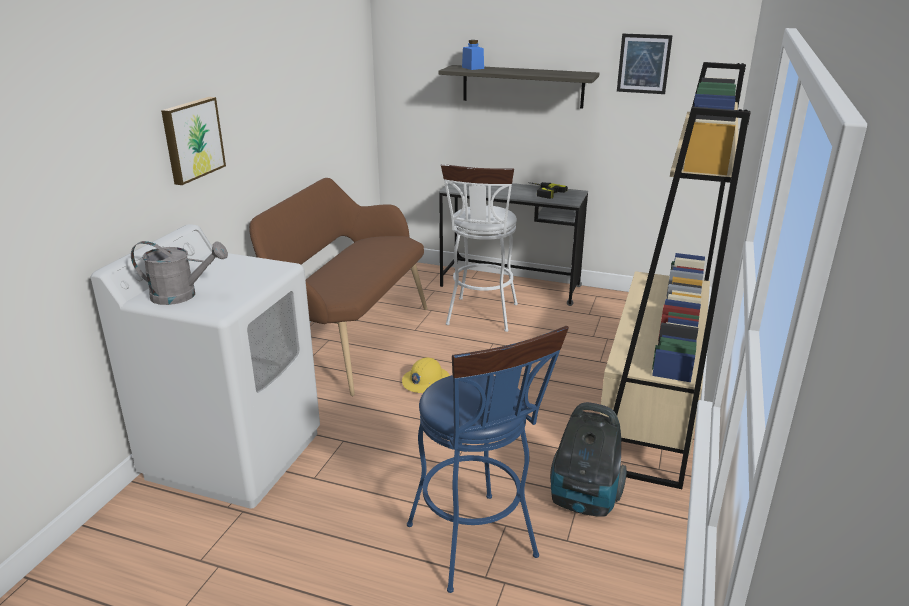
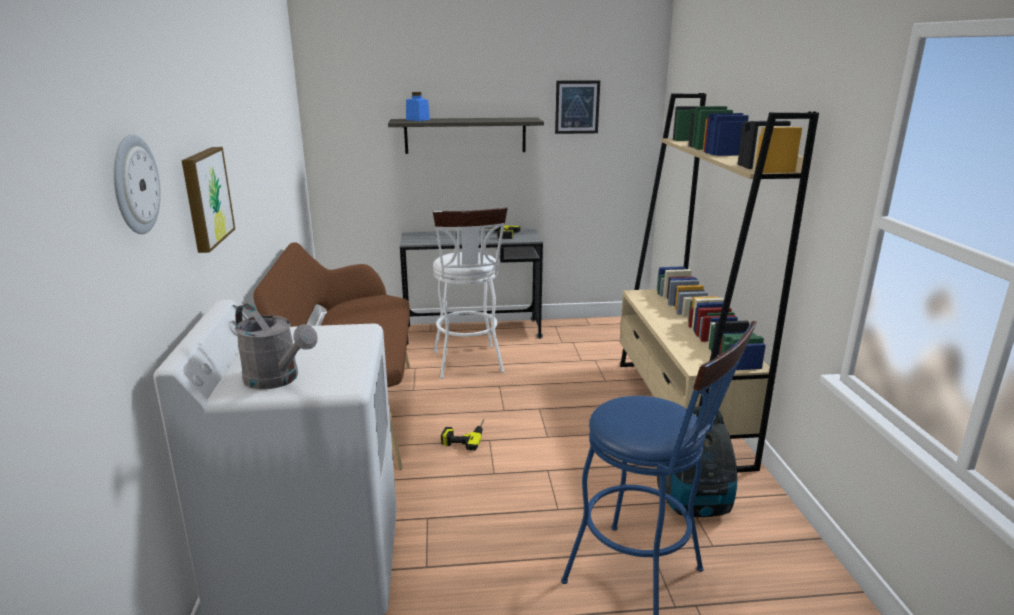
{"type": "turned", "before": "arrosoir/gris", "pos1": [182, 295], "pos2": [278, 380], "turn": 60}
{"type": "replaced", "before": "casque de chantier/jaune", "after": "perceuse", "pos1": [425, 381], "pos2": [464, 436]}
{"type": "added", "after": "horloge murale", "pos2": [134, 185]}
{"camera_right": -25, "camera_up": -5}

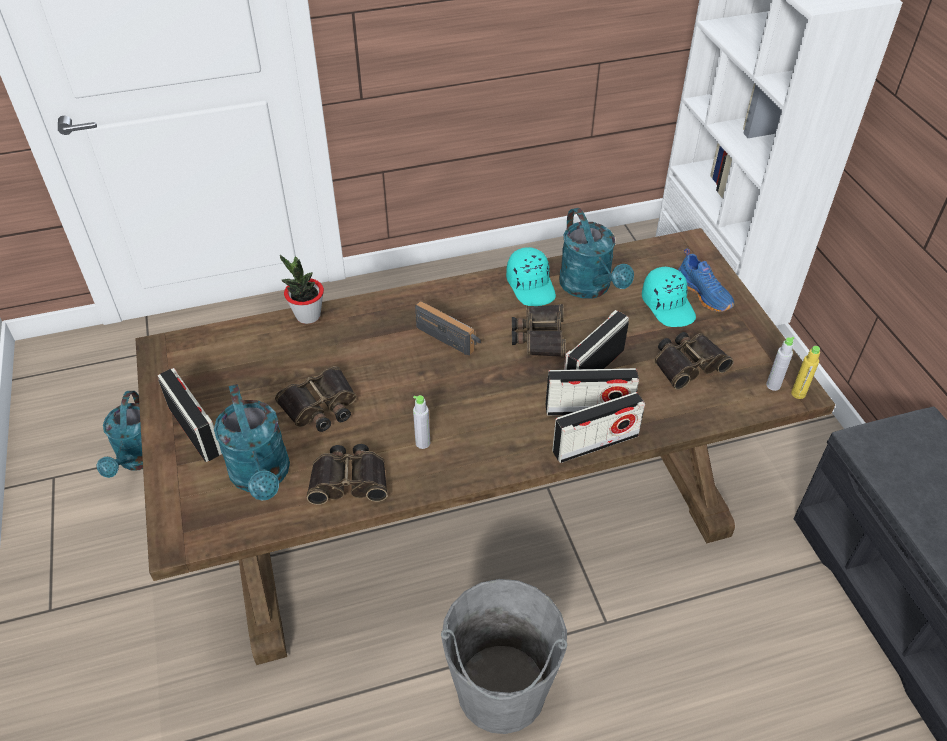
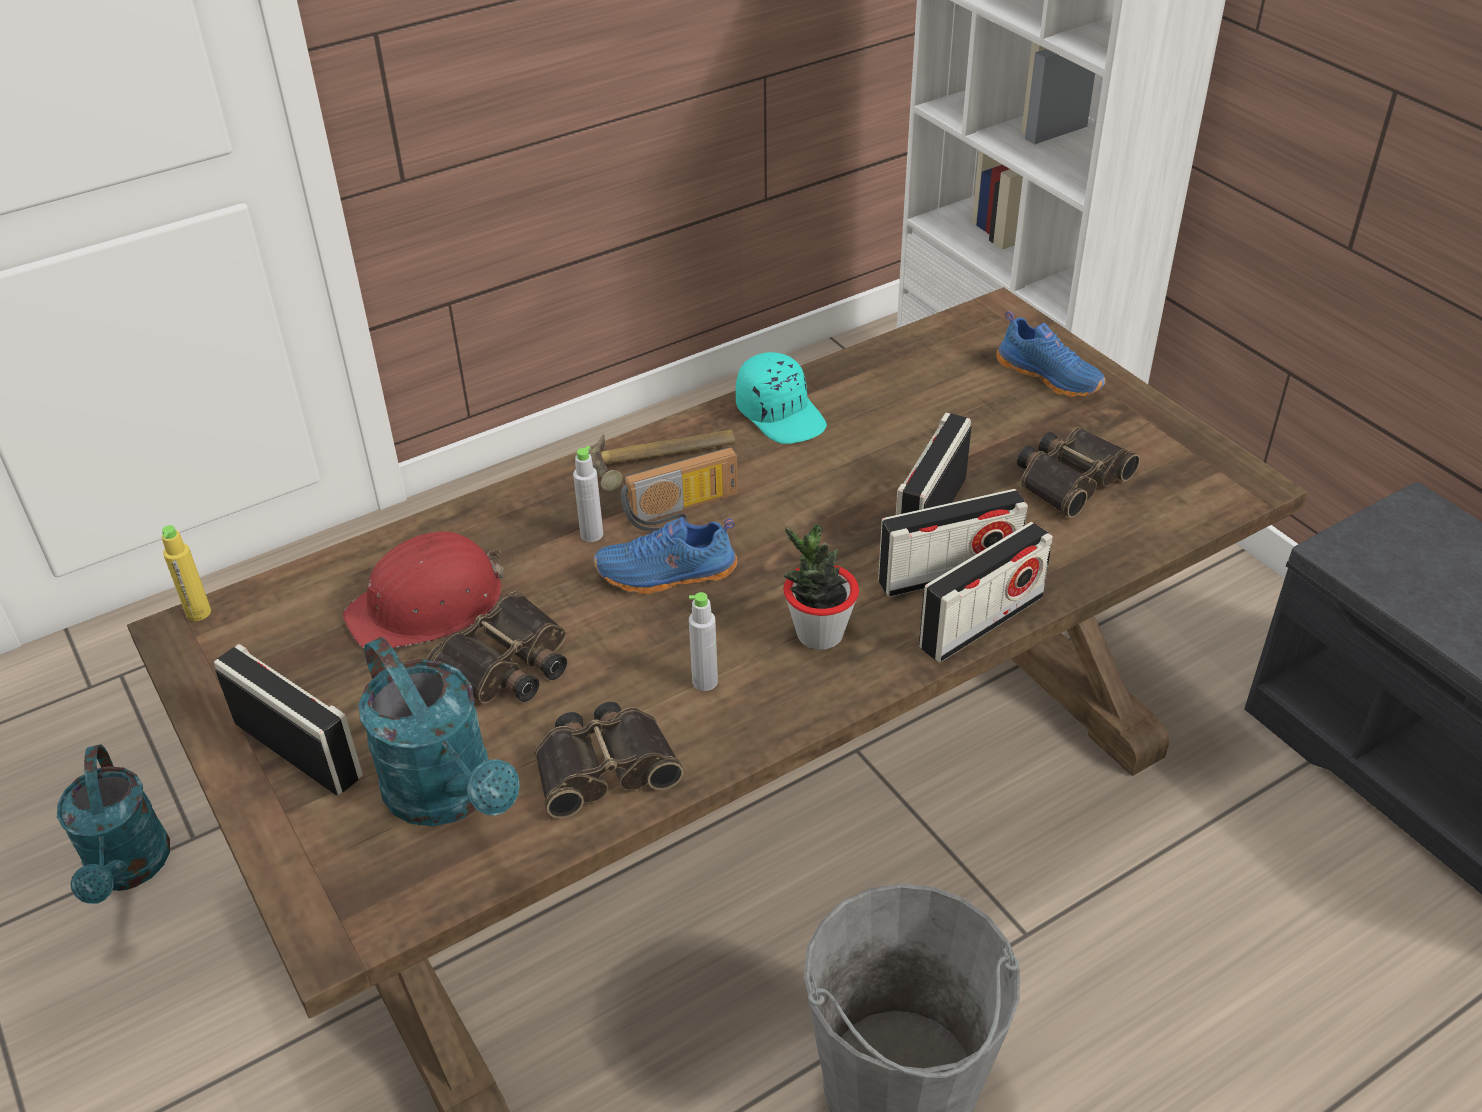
{"type": "removed", "before": "arrosoir/turquoise", "pos1": [589, 288]}
{"type": "moved", "before": "plante en pot", "pos1": [308, 316], "pos2": [819, 634]}
{"type": "removed", "before": "casquette/turquoise", "pos1": [668, 306]}
{"type": "turned", "before": "radio", "pos1": [451, 336], "pos2": [683, 513], "turn": 135}
{"type": "removed", "before": "jumelles", "pos1": [539, 336]}
{"type": "moved", "before": "bouteille/gris", "pos1": [773, 385], "pos2": [591, 534]}
{"type": "moved", "before": "bouteille/jaune", "pos1": [798, 393], "pos2": [198, 613]}
{"type": "added", "after": "marteau", "pos2": [662, 461]}
{"type": "added", "after": "chaussure/bleu", "pos2": [666, 575]}
{"type": "added", "after": "casque de chantier/rouge", "pos2": [428, 605]}
{"camera_right": -15, "camera_up": -5}

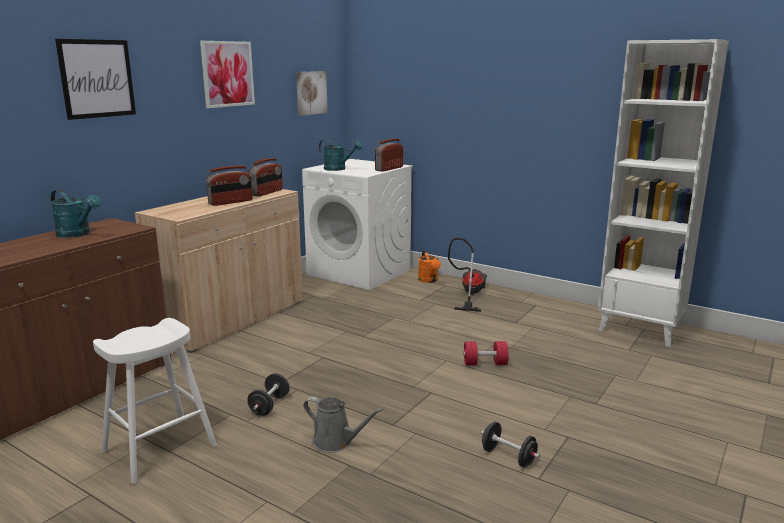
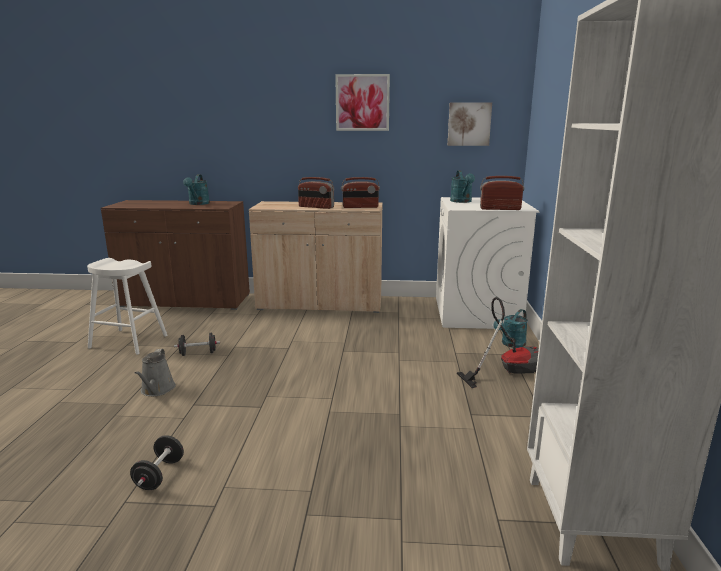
{"type": "removed", "before": "tableau", "pos1": [97, 78]}
{"type": "recoloured", "before": "arrosoir/orange", "after": "arrosoir/turquoise", "pos1": [429, 280], "pos2": [511, 344]}
{"type": "removed", "before": "haltère/rouge", "pos1": [485, 364]}
{"camera_right": 60, "camera_up": 0}

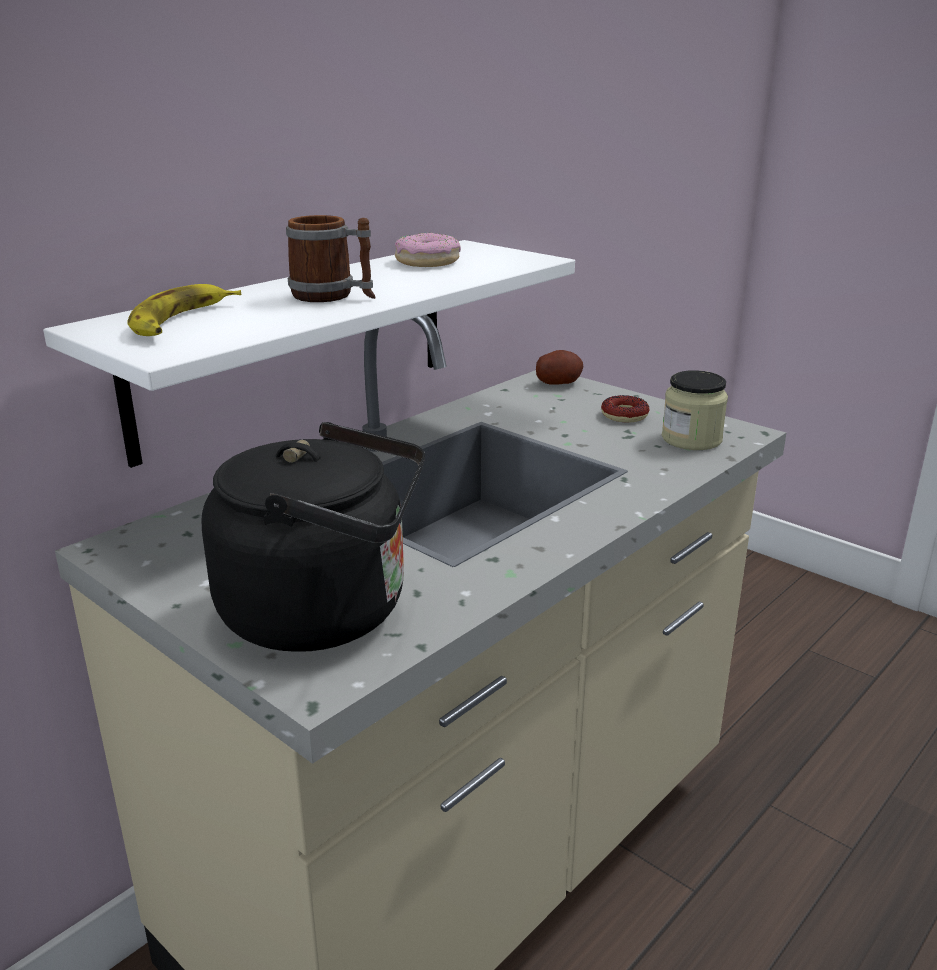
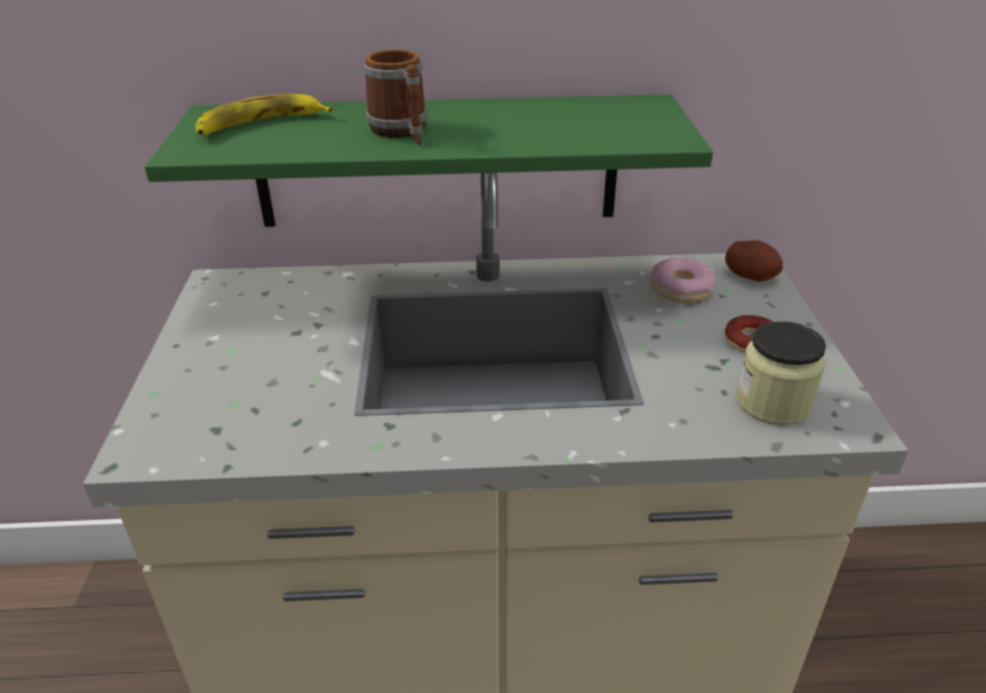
{"type": "moved", "before": "beignet", "pos1": [427, 261], "pos2": [680, 289]}
{"type": "recoloured", "before": "étagère/blanc", "after": "étagère/vert", "pos1": [297, 344], "pos2": [437, 162]}
{"type": "removed", "before": "bouilloire/noir", "pos1": [326, 612]}
{"camera_right": 45, "camera_up": 10}

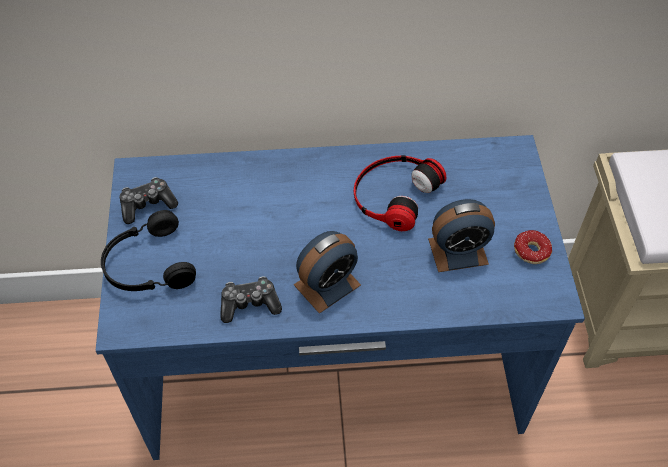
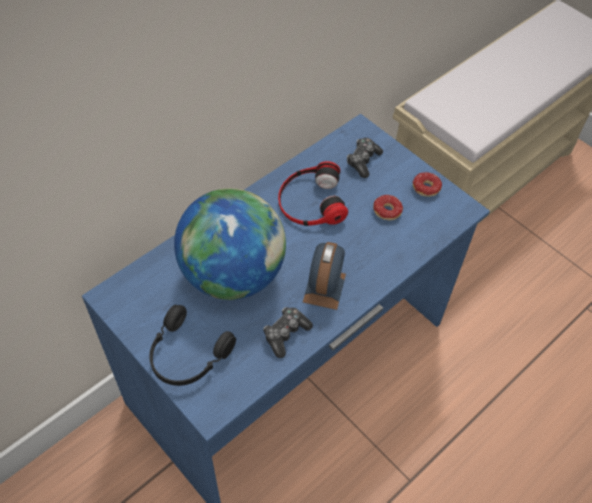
{"type": "moved", "before": "manette", "pos1": [147, 205], "pos2": [363, 161]}
{"type": "replaced", "before": "réveil", "after": "beignet", "pos1": [458, 251], "pos2": [384, 214]}
{"type": "added", "after": "globe", "pos2": [233, 275]}
{"camera_right": -40, "camera_up": 0}

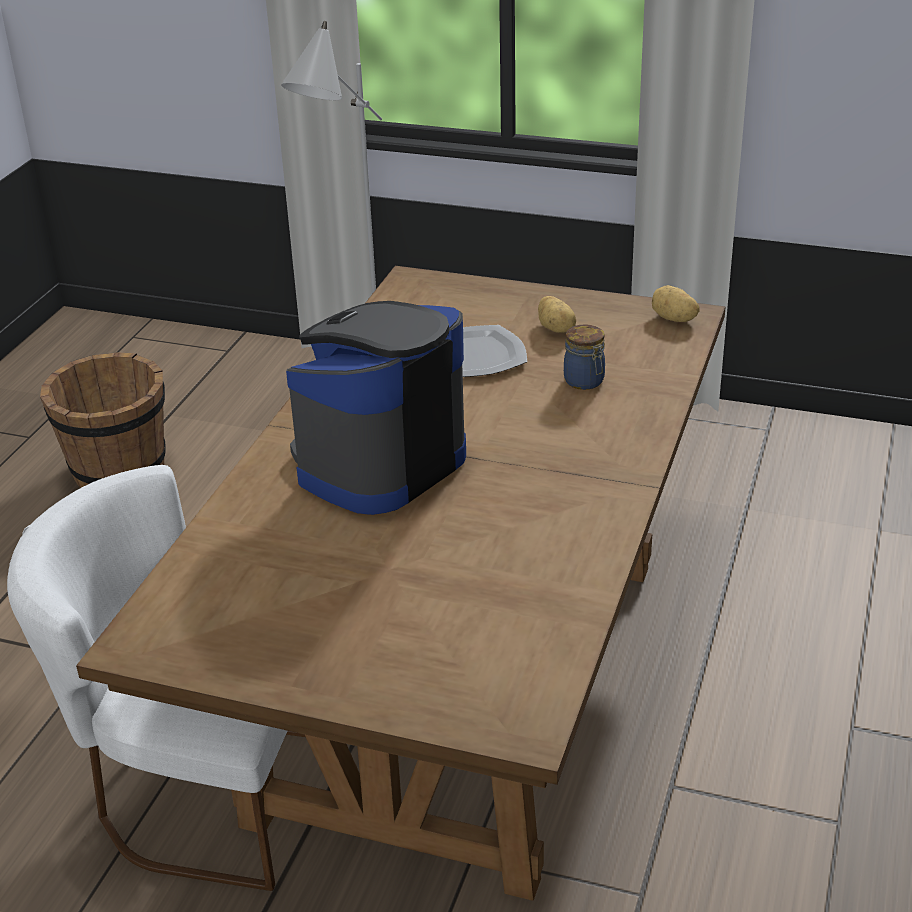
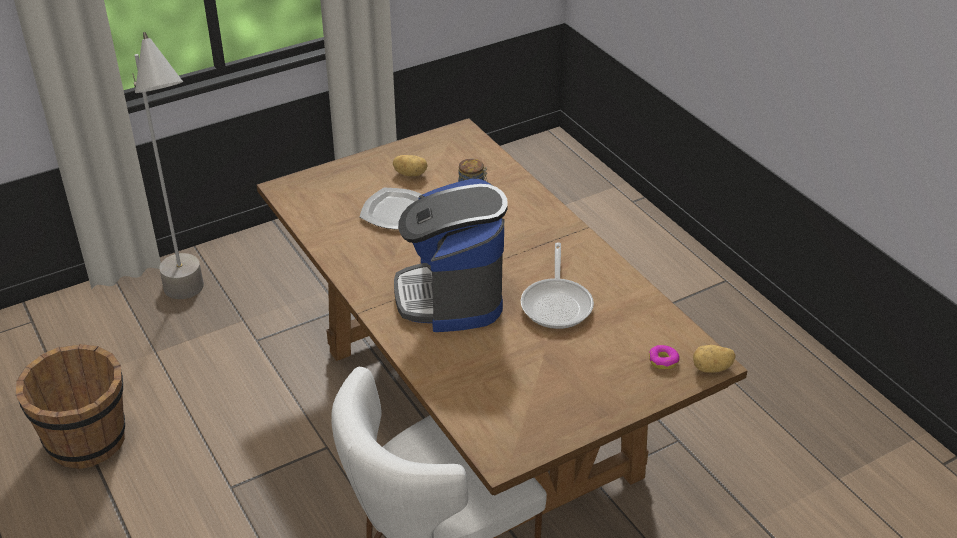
{"type": "moved", "before": "pomme de terre", "pos1": [673, 319], "pos2": [712, 368]}
{"type": "added", "after": "poêle", "pos2": [557, 303]}
{"type": "added", "after": "beignet", "pos2": [663, 361]}
{"camera_right": -50, "camera_up": 5}

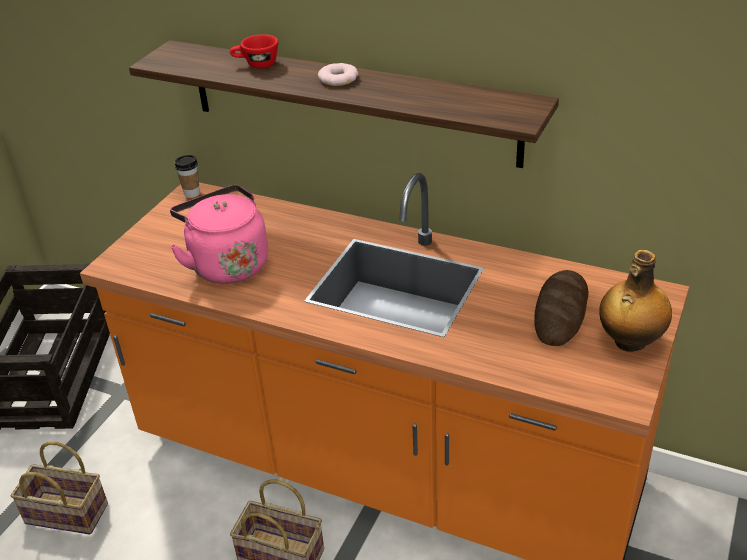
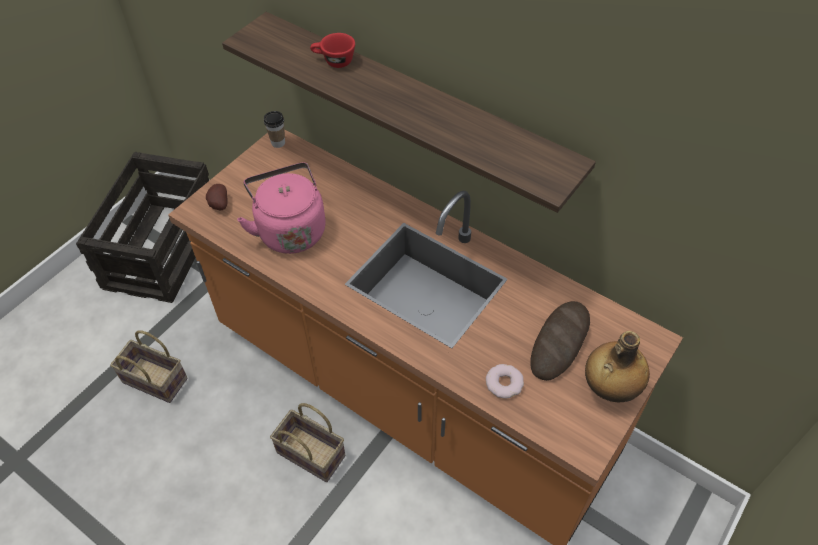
{"type": "moved", "before": "beignet", "pos1": [338, 79], "pos2": [504, 383]}
{"type": "added", "after": "pomme de terre", "pos2": [218, 205]}
{"camera_right": 10, "camera_up": 15}

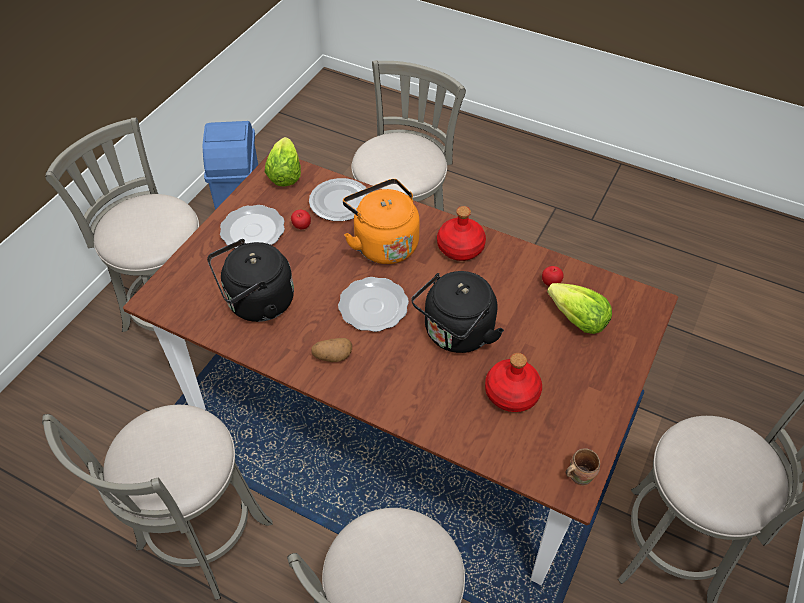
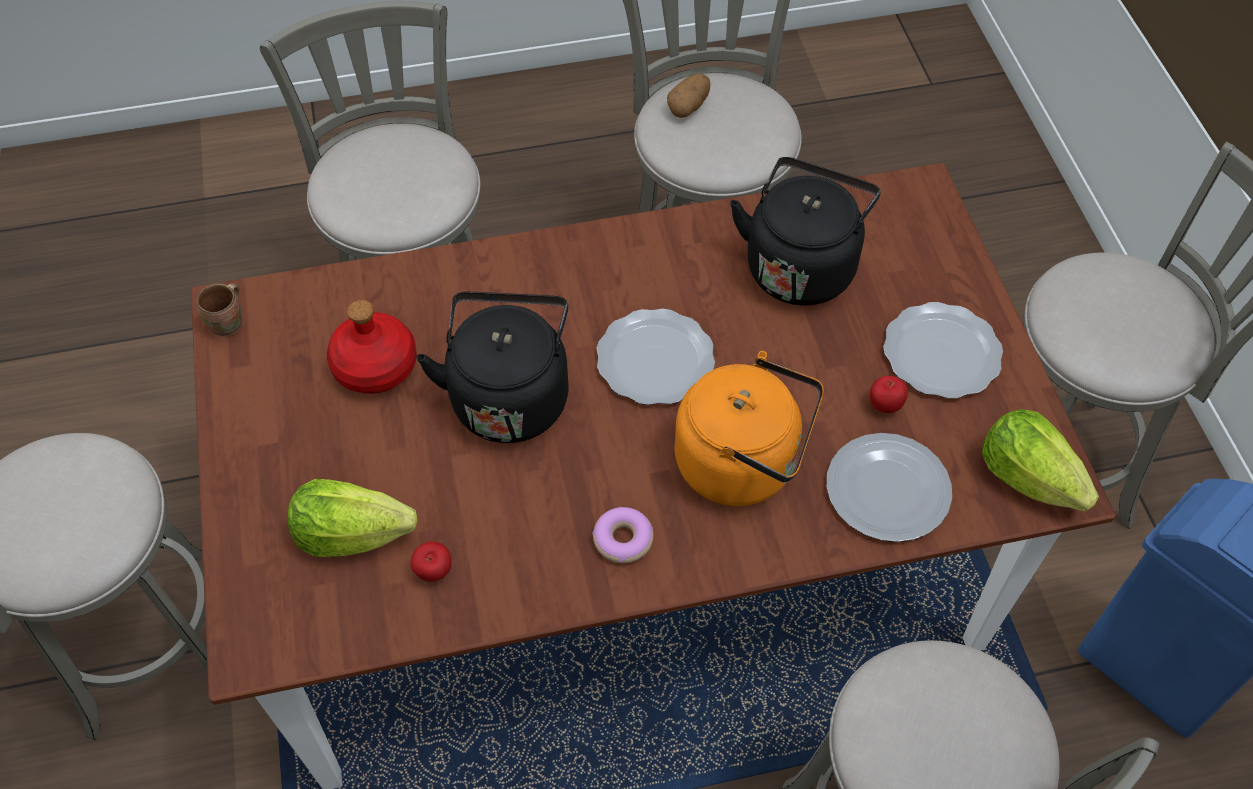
{"type": "replaced", "before": "bouteille/rouge", "after": "beignet", "pos1": [460, 248], "pos2": [623, 539]}
{"type": "moved", "before": "pomme de terre", "pos1": [332, 356], "pos2": [689, 106]}
{"camera_right": 140, "camera_up": 5}

